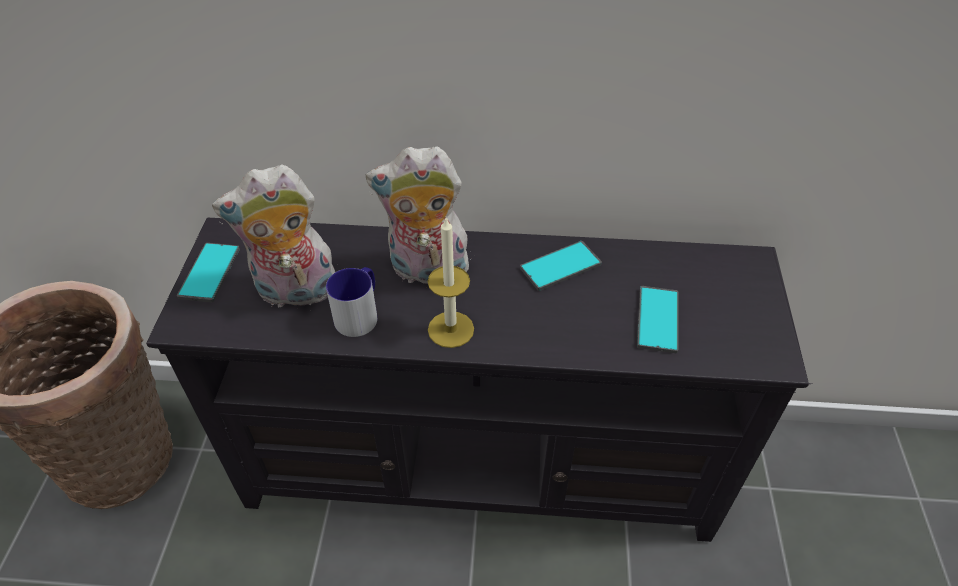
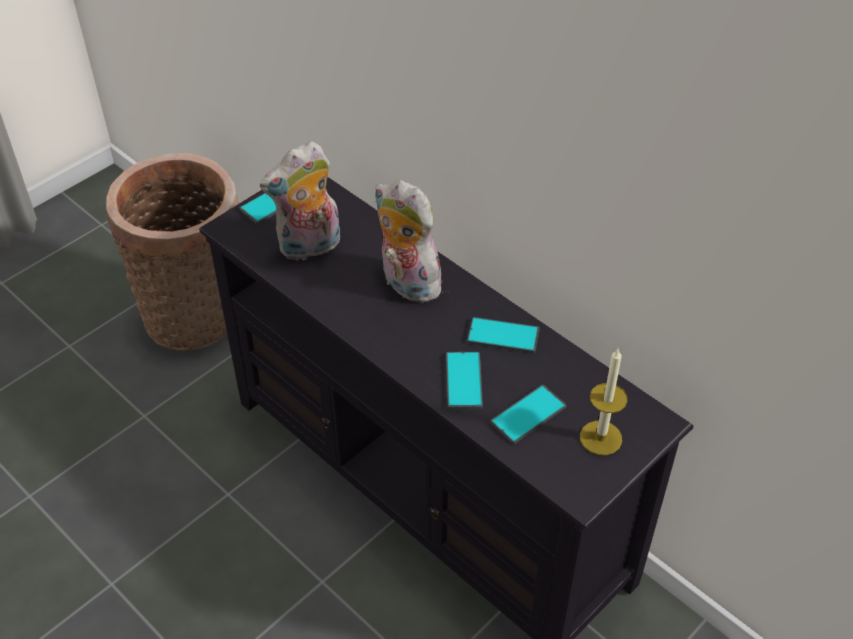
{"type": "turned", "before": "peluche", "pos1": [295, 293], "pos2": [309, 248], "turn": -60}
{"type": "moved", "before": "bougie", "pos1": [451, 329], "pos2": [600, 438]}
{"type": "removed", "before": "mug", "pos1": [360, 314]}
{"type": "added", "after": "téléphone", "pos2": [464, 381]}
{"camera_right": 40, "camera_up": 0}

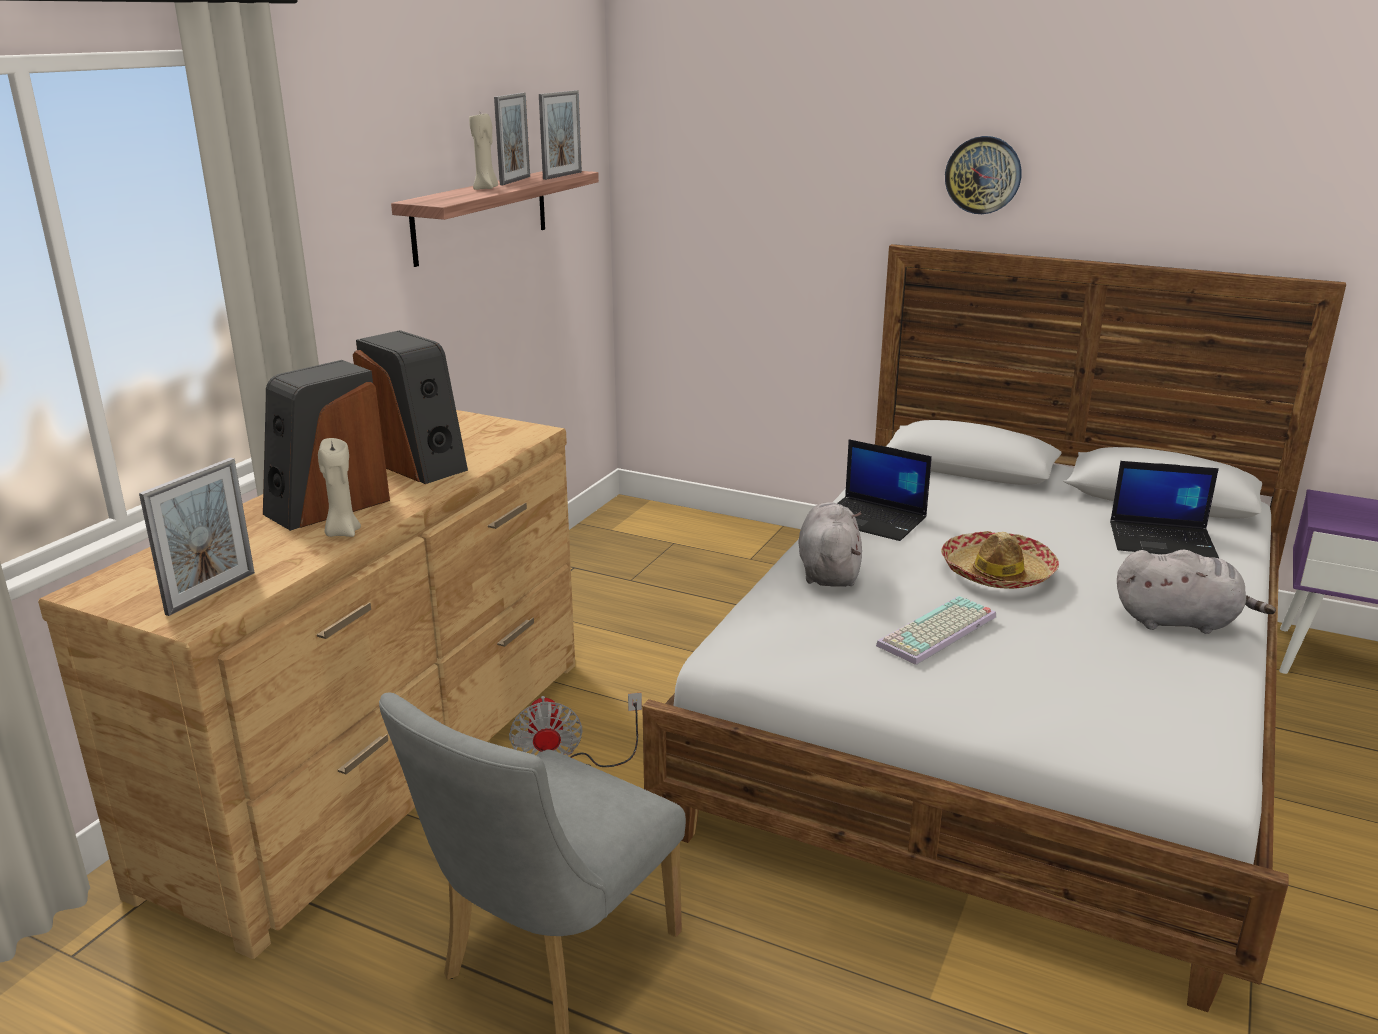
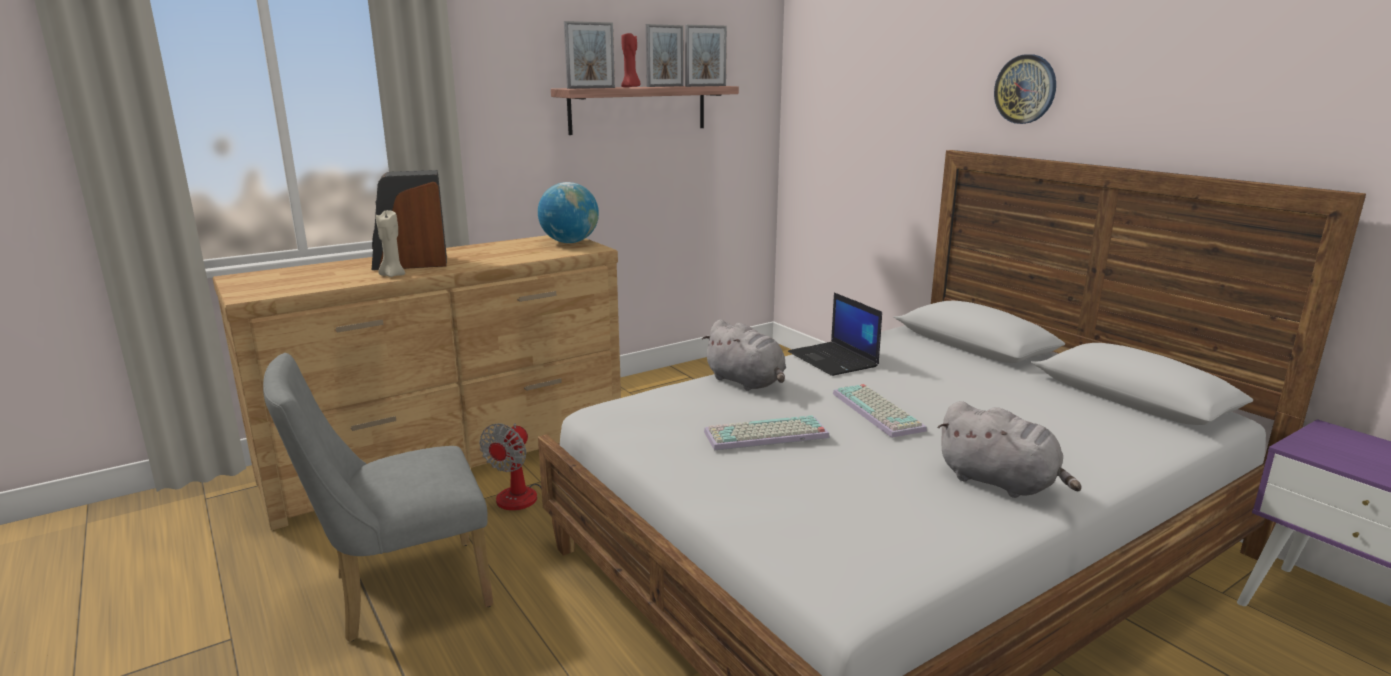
{"type": "recoloured", "before": "bougie/beige", "after": "bougie/rouge", "pos1": [486, 188], "pos2": [631, 87]}
{"type": "removed", "before": "enceinte", "pos1": [417, 464]}
{"type": "moved", "before": "cadre photo", "pos1": [211, 593], "pos2": [591, 88]}
{"type": "removed", "before": "ordinateur portable", "pos1": [1163, 540]}
{"type": "turned", "before": "peluche/gris", "pos1": [828, 571], "pos2": [747, 382], "turn": 105}
{"type": "replaced", "before": "chapeau", "after": "clavier", "pos1": [997, 573], "pos2": [879, 412]}
{"type": "added", "after": "globe", "pos2": [570, 242]}
{"camera_right": 30, "camera_up": -5}

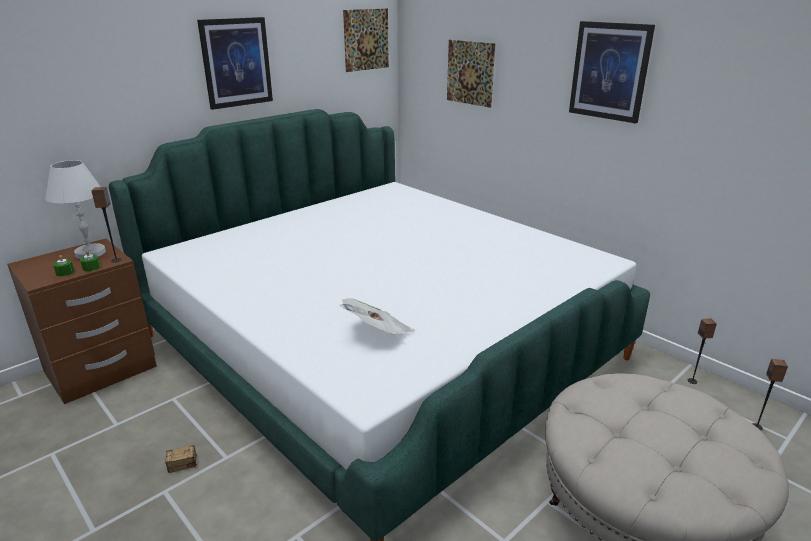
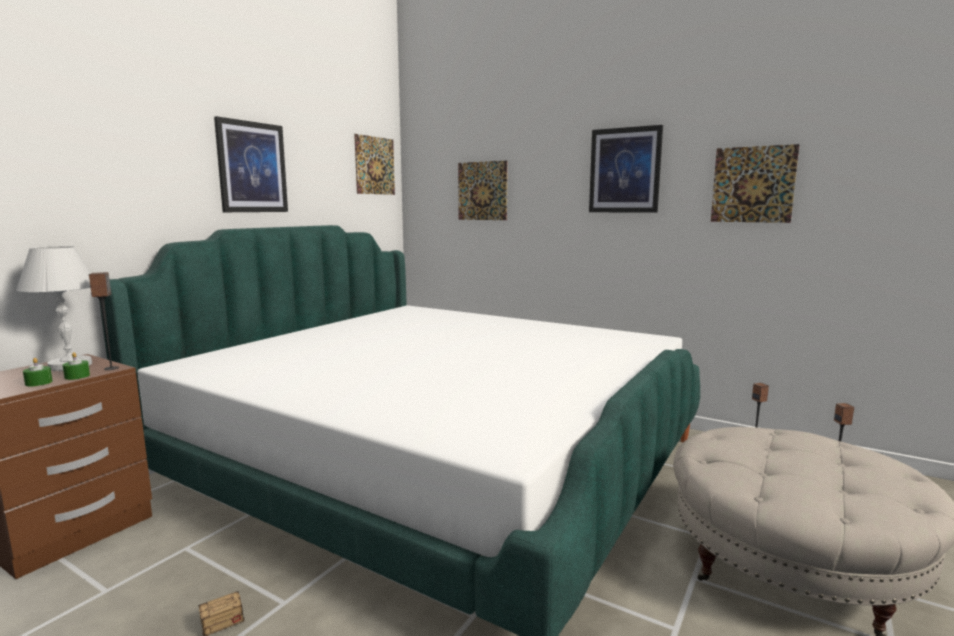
{"type": "removed", "before": "journal", "pos1": [378, 333]}
{"type": "added", "after": "tableau", "pos2": [753, 184]}
{"camera_right": -15, "camera_up": -15}

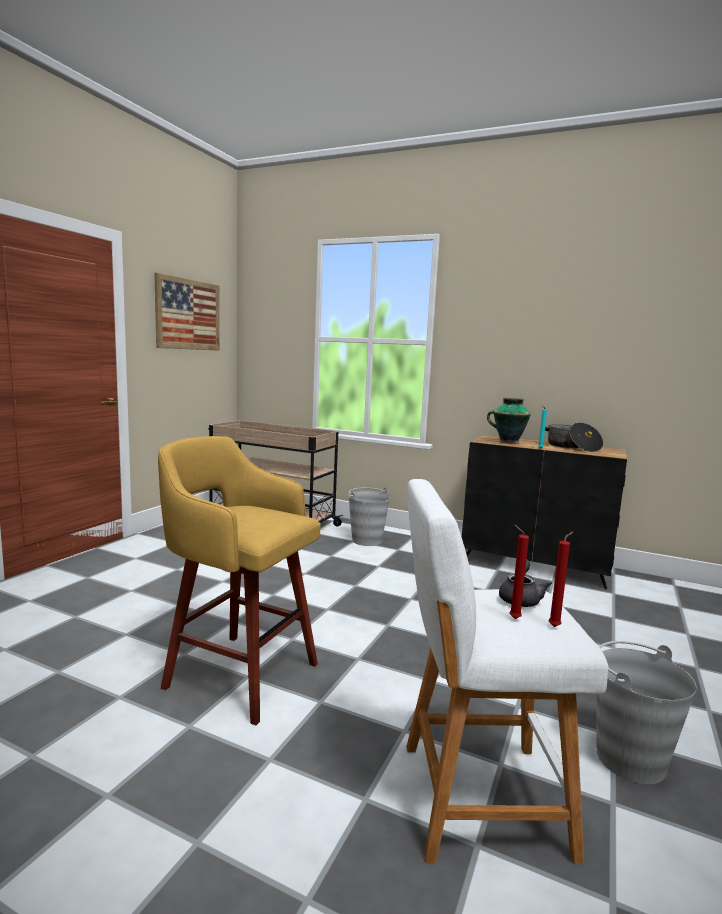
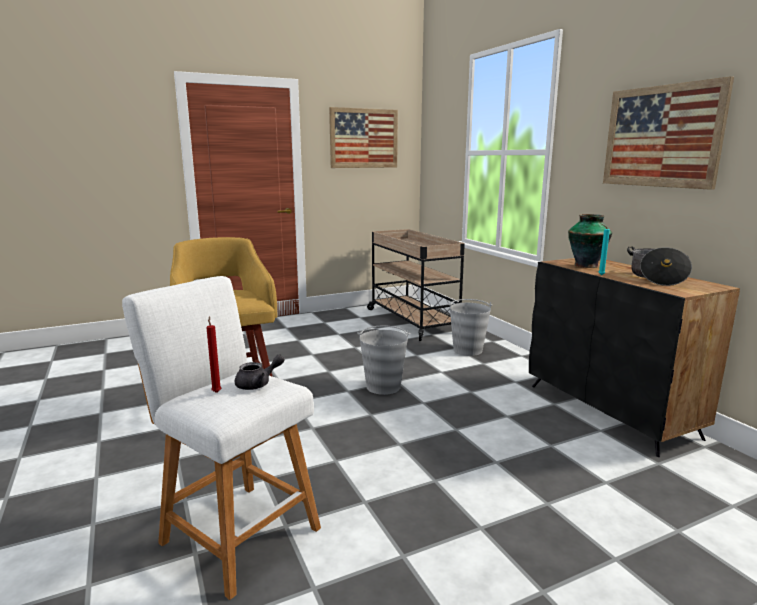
{"type": "removed", "before": "bougie/rouge", "pos1": [556, 626]}
{"type": "moved", "before": "seau/gris", "pos1": [629, 759], "pos2": [383, 386]}
{"type": "added", "after": "tableau", "pos2": [661, 136]}
{"camera_right": 40, "camera_up": 5}

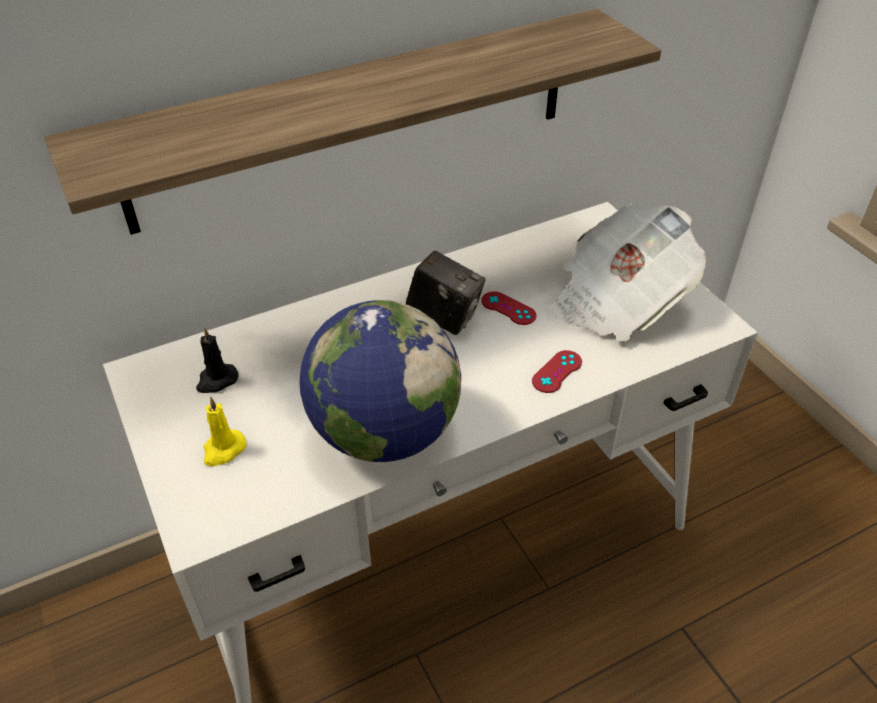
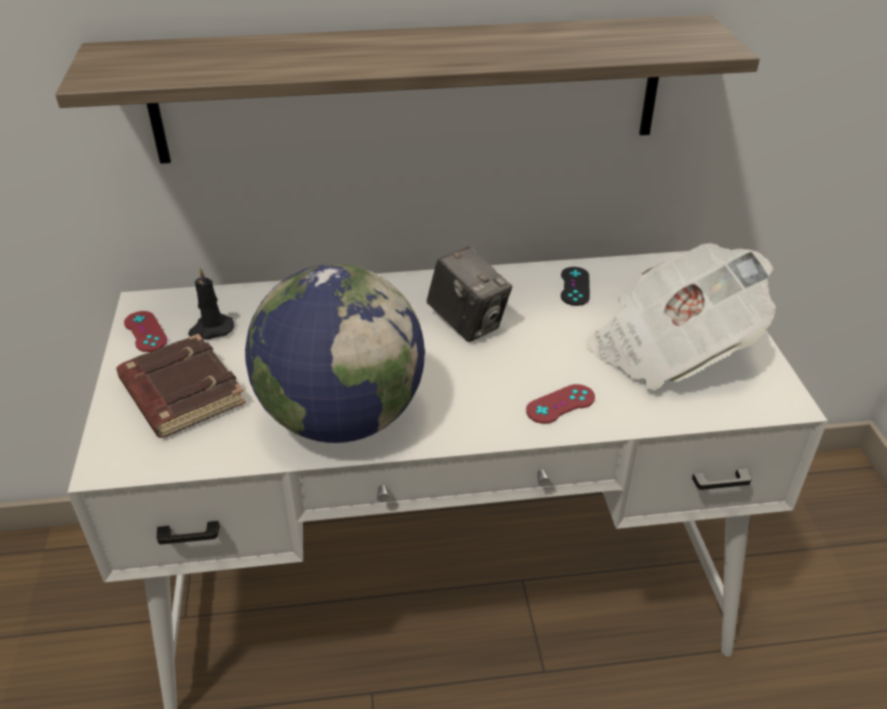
{"type": "moved", "before": "manette/rouge", "pos1": [508, 308], "pos2": [145, 331]}
{"type": "replaced", "before": "bougie/jaune", "after": "livre/marron", "pos1": [223, 450], "pos2": [180, 393]}
{"type": "added", "after": "manette/noir", "pos2": [575, 286]}
{"camera_right": 20, "camera_up": -5}

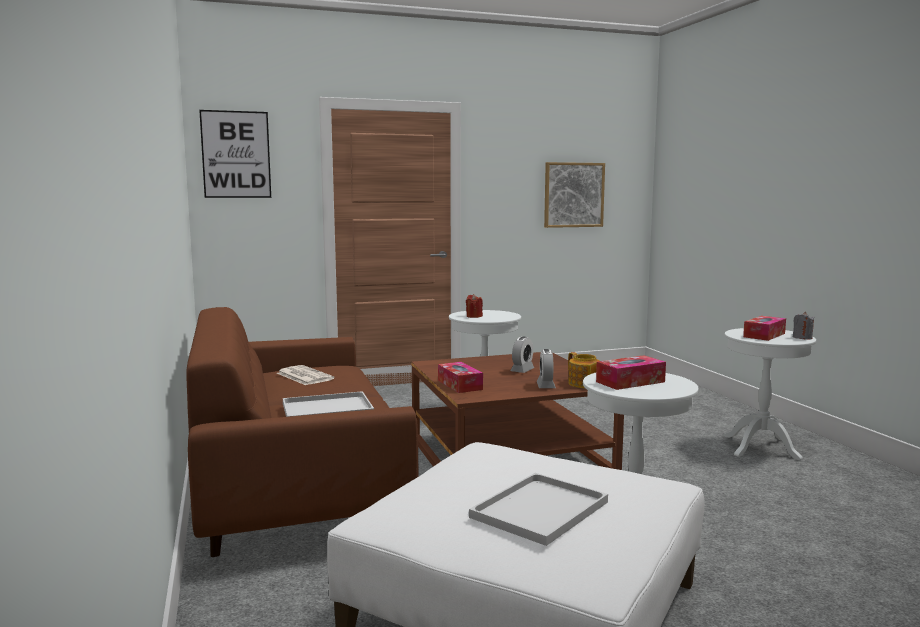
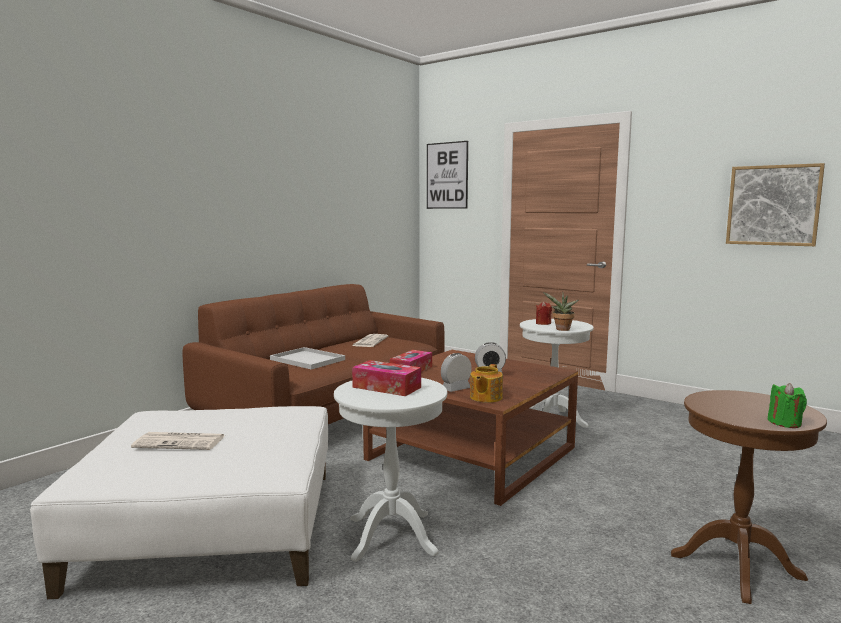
{"type": "recoloured", "before": "bougie/gris", "after": "bougie/vert", "pos1": [802, 338], "pos2": [784, 423]}
{"type": "removed", "before": "boîte à mouchoirs", "pos1": [764, 335]}
{"type": "recoloured", "before": "table d'appoint/blanc", "after": "table d'appoint/marron", "pos1": [761, 447], "pos2": [736, 566]}
{"type": "replaced", "before": "plateau/blanc", "after": "journal", "pos1": [540, 508], "pos2": [181, 442]}
{"type": "added", "after": "plante en pot", "pos2": [561, 330]}
{"camera_right": 55, "camera_up": 0}

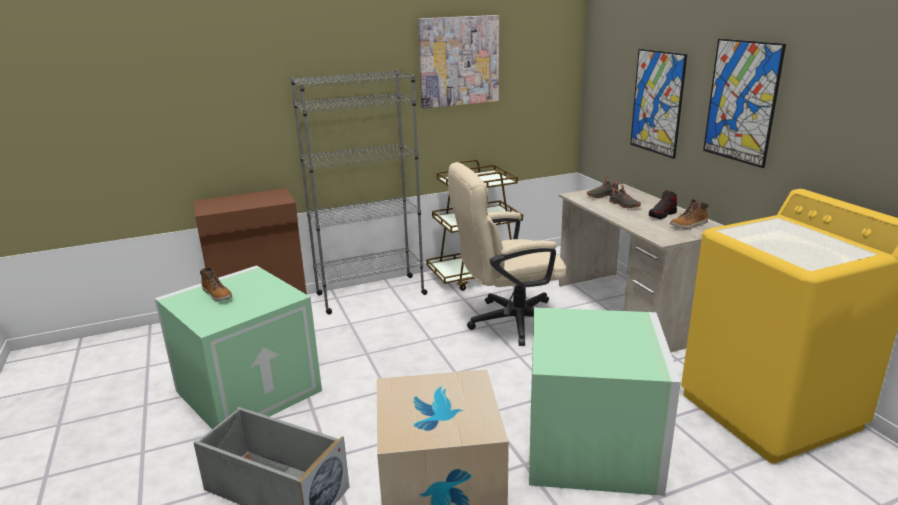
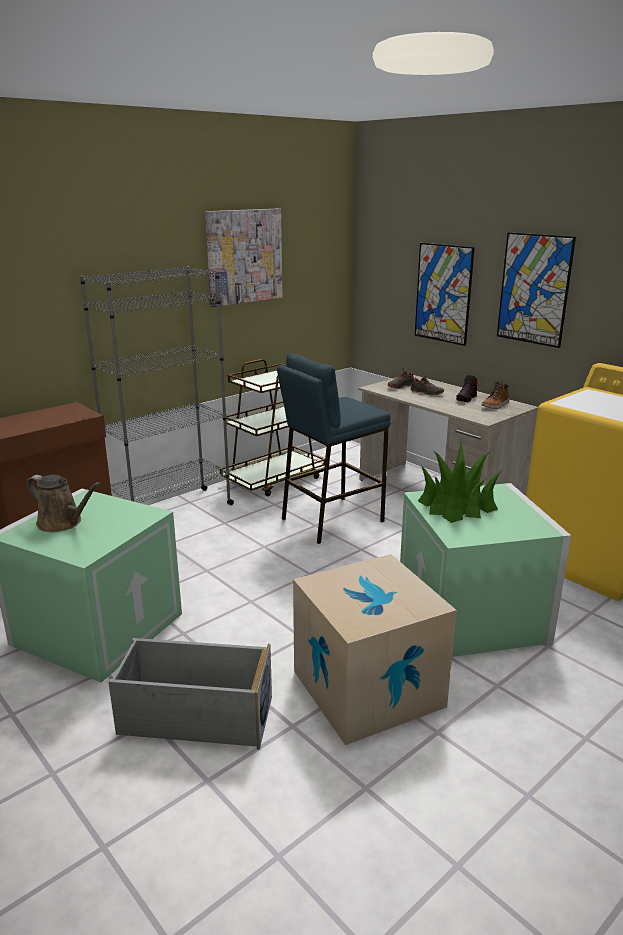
{"type": "replaced", "before": "chaise de bureau/beige", "after": "tabouret/bleu", "pos1": [507, 322], "pos2": [331, 520]}
{"type": "replaced", "before": "botte", "after": "arrosoir/marron", "pos1": [217, 294], "pos2": [63, 523]}
{"type": "added", "after": "plante en pot", "pos2": [456, 505]}
{"camera_right": -20, "camera_up": 0}

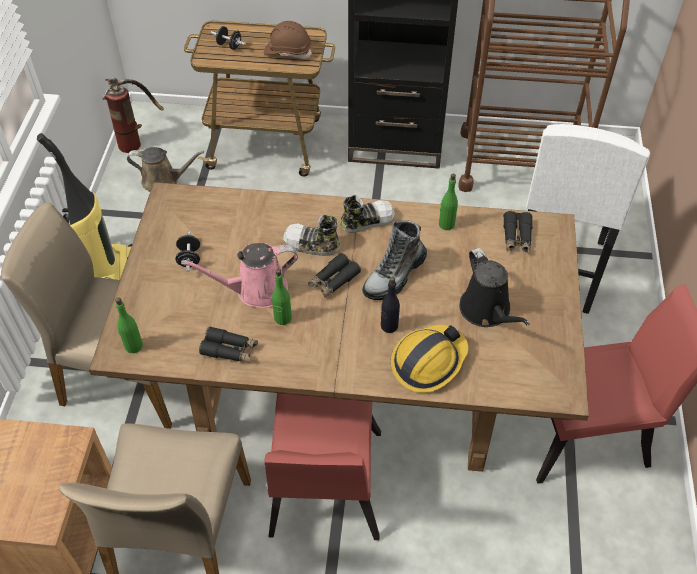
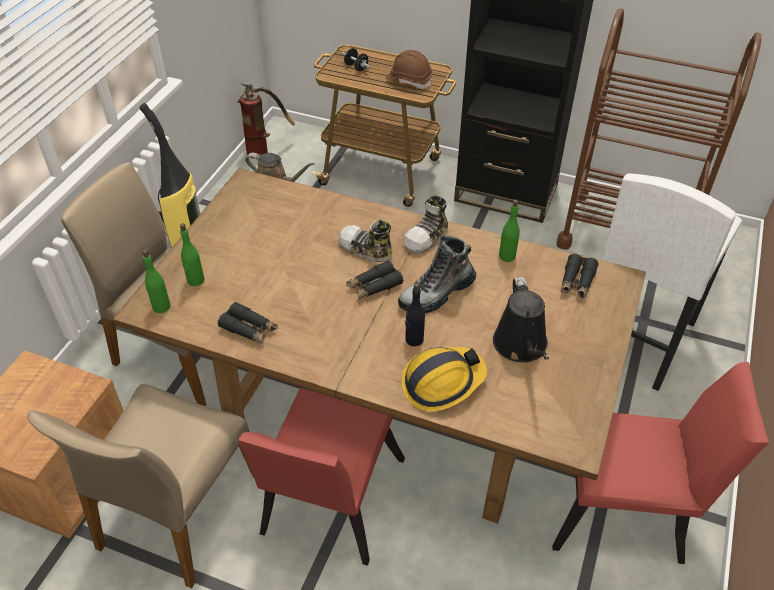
{"type": "turned", "before": "chaussure", "pos1": [366, 220], "pos2": [427, 237], "turn": 135}
{"type": "removed", "before": "haltère/noir", "pos1": [189, 259]}
{"type": "removed", "before": "arrosoir/rose", "pos1": [256, 290]}
{"type": "moved", "before": "bouteille/vert", "pos1": [282, 318], "pos2": [195, 280]}
{"camera_right": 15, "camera_up": -5}

